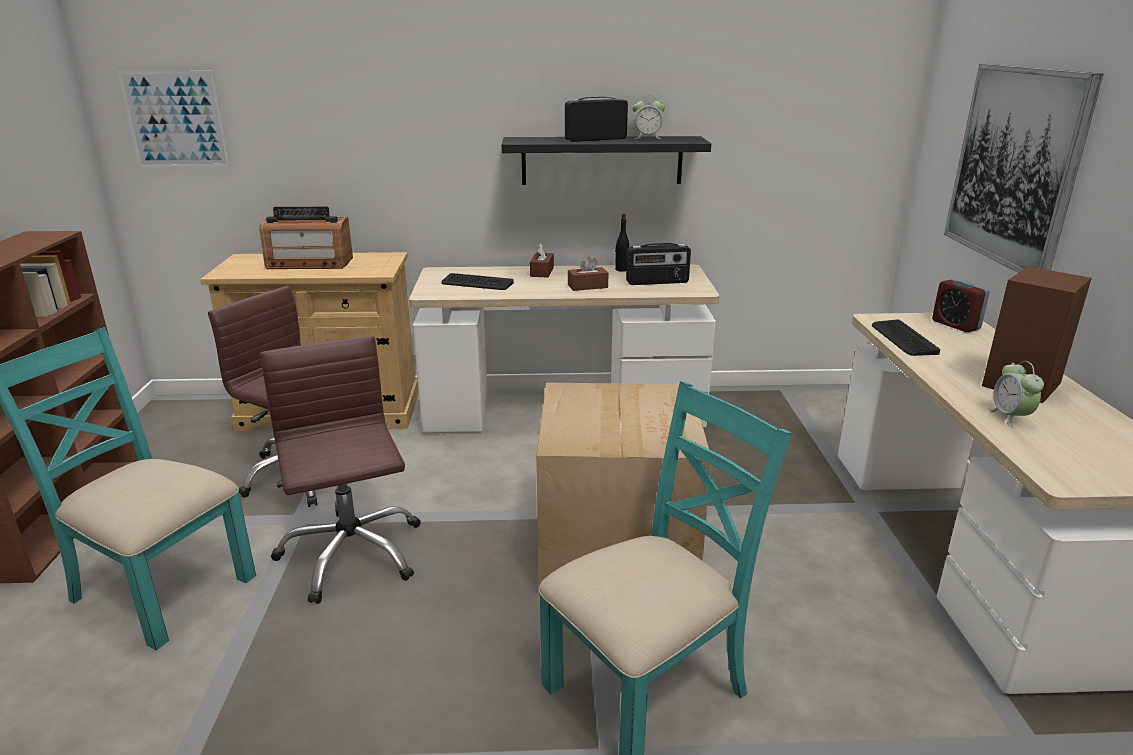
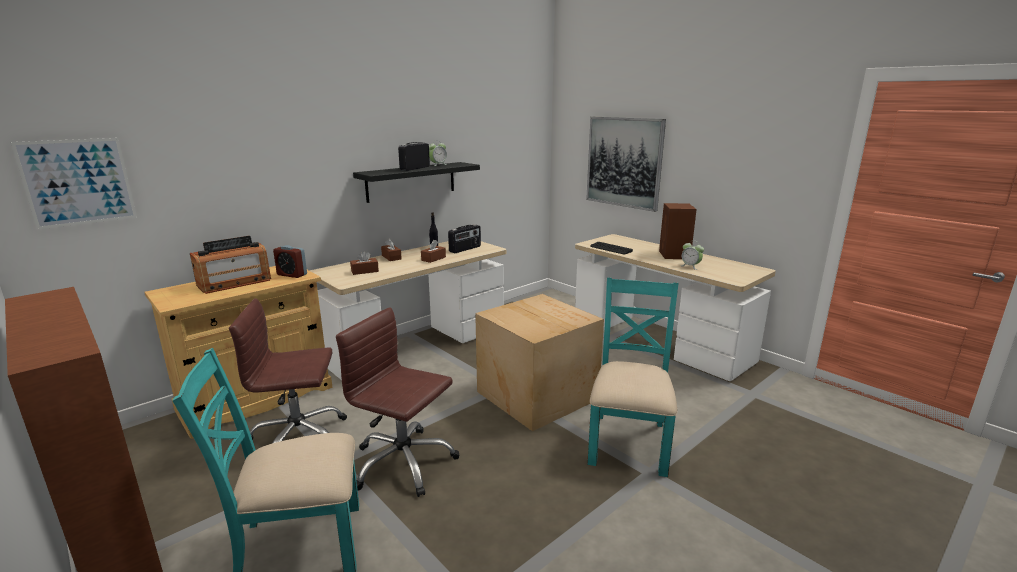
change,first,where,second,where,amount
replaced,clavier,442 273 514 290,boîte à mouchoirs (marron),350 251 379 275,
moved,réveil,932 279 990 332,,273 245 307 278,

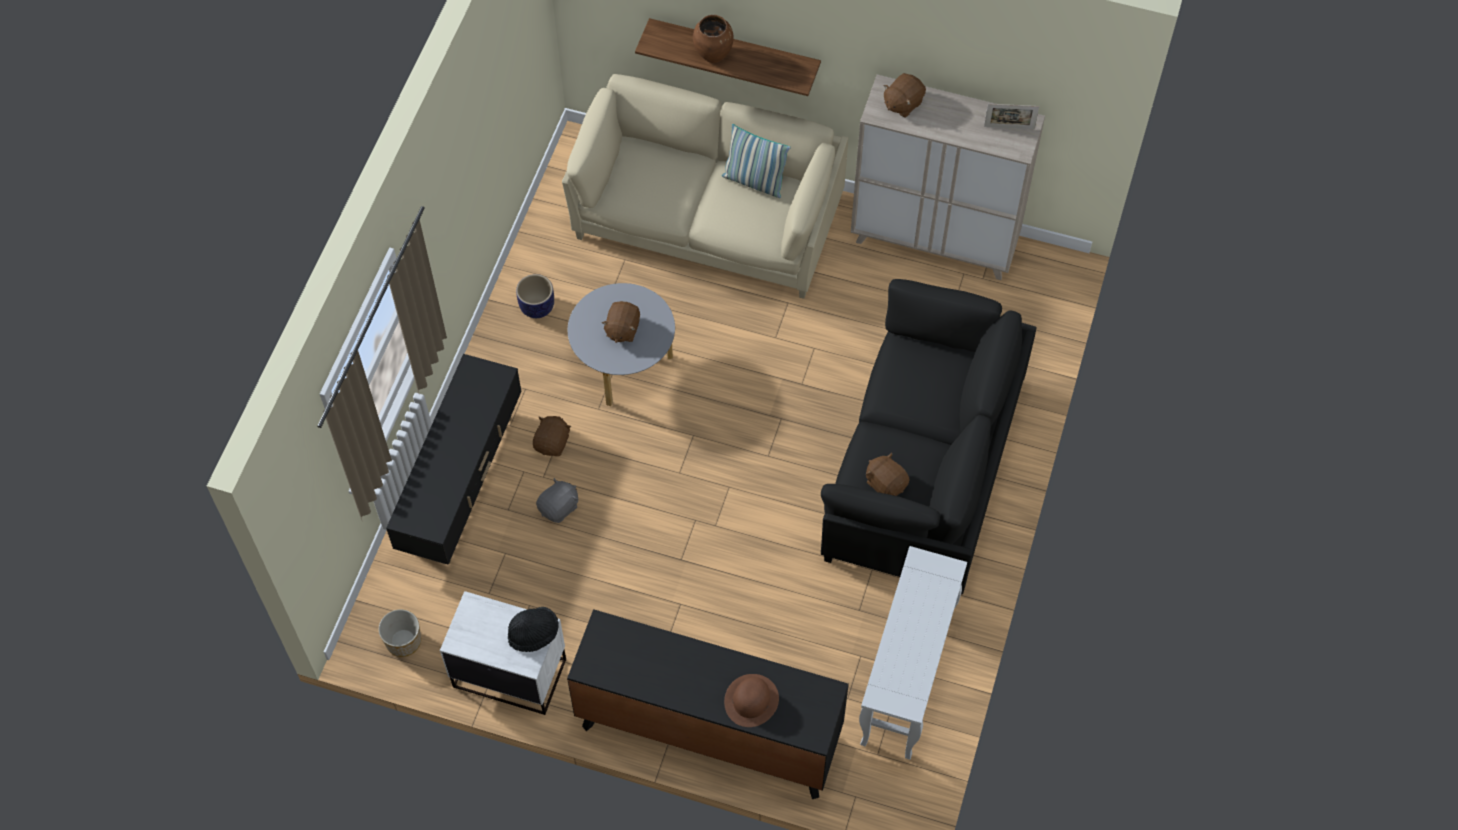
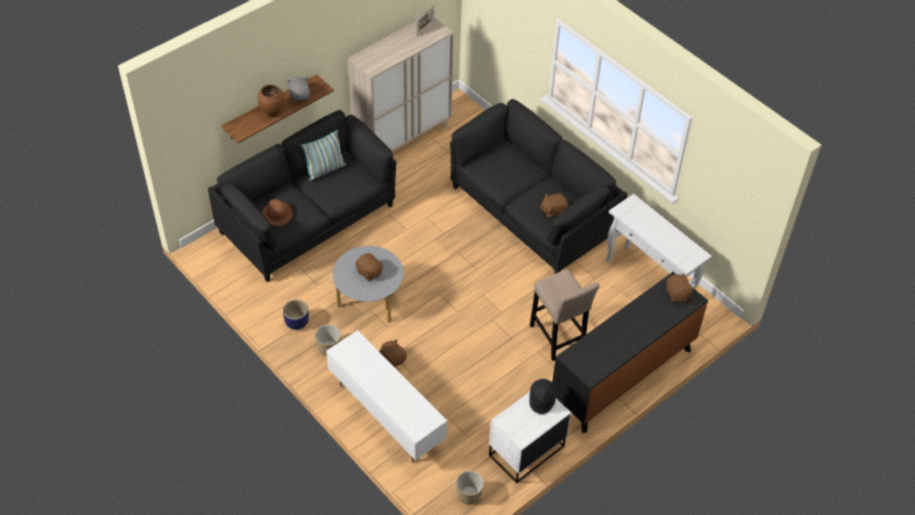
change,first,where,second,where,amount
recoloured,meuble télé (noir),386 354 521 565,meuble télé (blanc),326 330 447 463,
moved,peluche (gris),536 478 578 523,,286 77 310 102,
recoloured,canapé (beige),562 74 848 299,canapé (noir),208 110 396 282,
moved,chapeau (marron),724 674 779 727,,262 199 292 226,
moved,peluche (marron),883 73 926 118,,666 274 695 302,
added,,,cache-pot,315 325 341 356,
added,,,tabouret (beige),530 269 600 361,

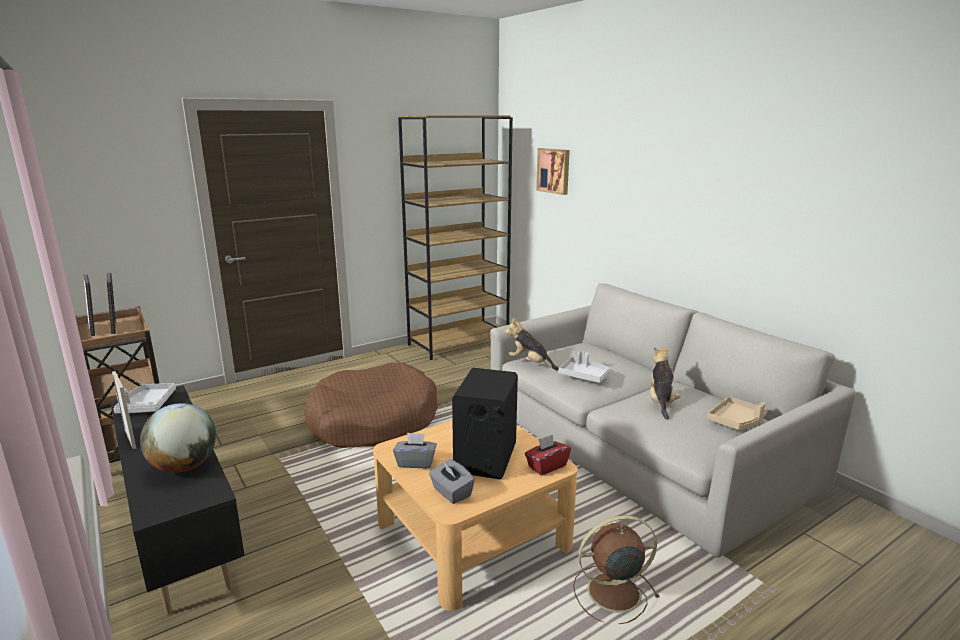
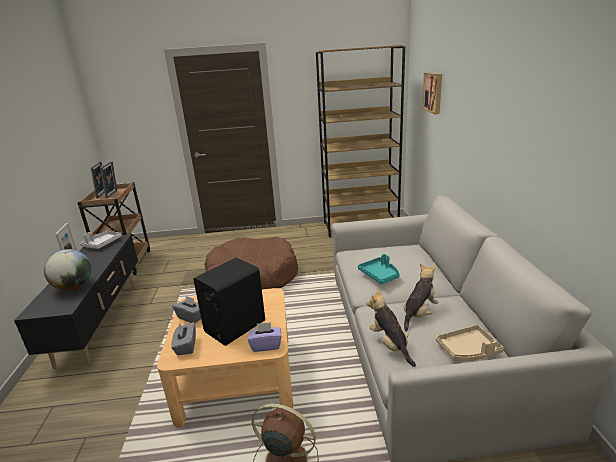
change,first,where,second,where,amount
moved,peluche,505 318 559 371,,366 289 416 367,
recoloured,boîte à mouchoirs (rouge),525 434 571 475,boîte à mouchoirs (violet),248 322 281 352,
recoloured,plateau (gris),558 351 610 383,plateau (turquoise),358 254 400 284,

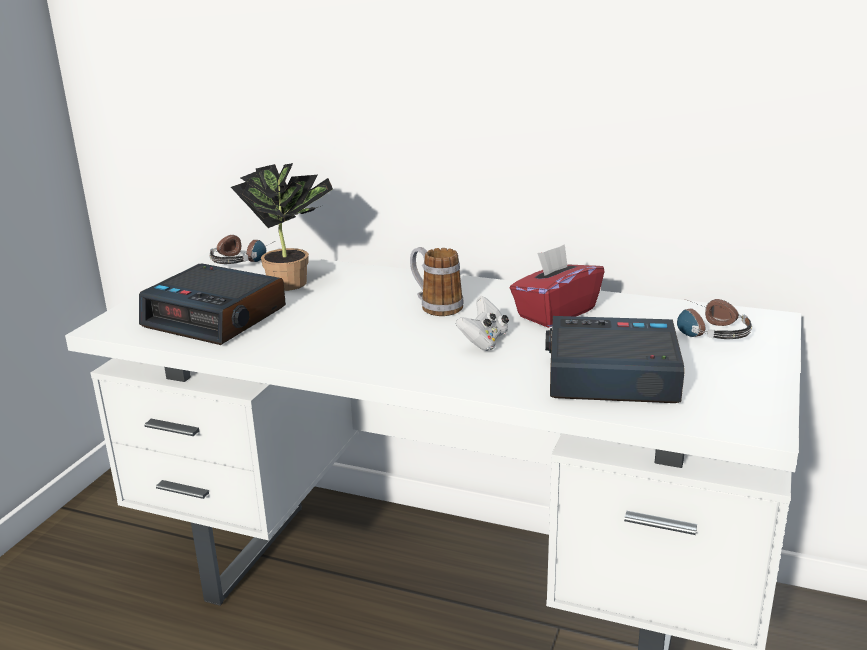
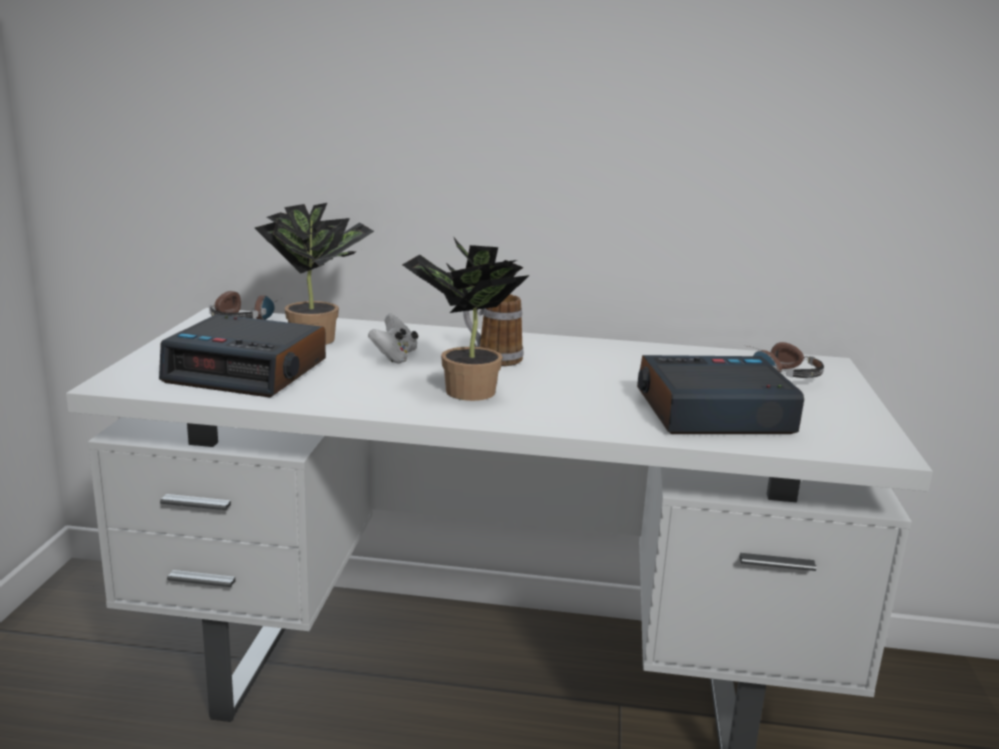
change,first,where,second,where,amount
moved,manette (blanc),456 296 509 351,,368 313 418 364,
removed,boîte à mouchoirs (rouge),510 244 605 328,,,
added,,,plante en pot,402 236 529 401,

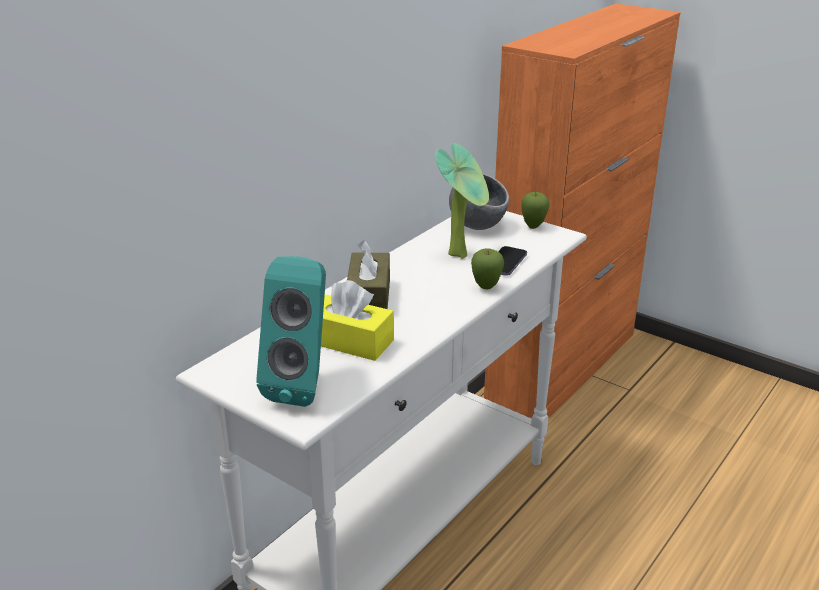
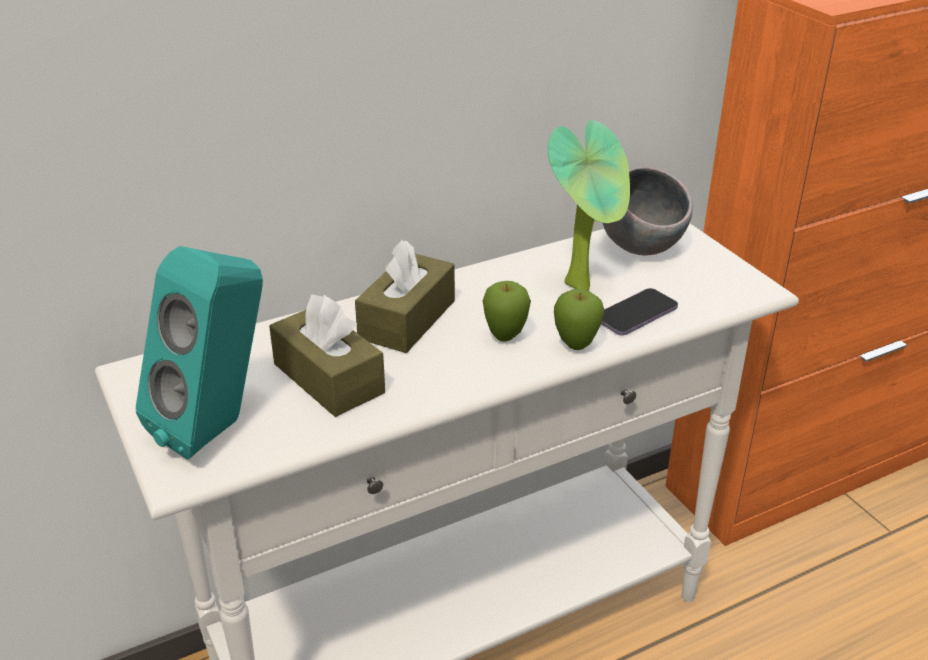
change,first,where,second,where,amount
recoloured,boîte à mouchoirs (jaune),321 280 394 361,boîte à mouchoirs (marron),269 295 385 417,
moved,pomme,521 192 549 229,,483 281 531 341,

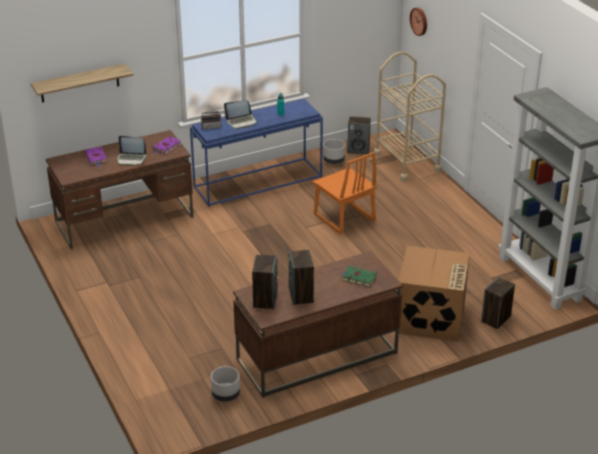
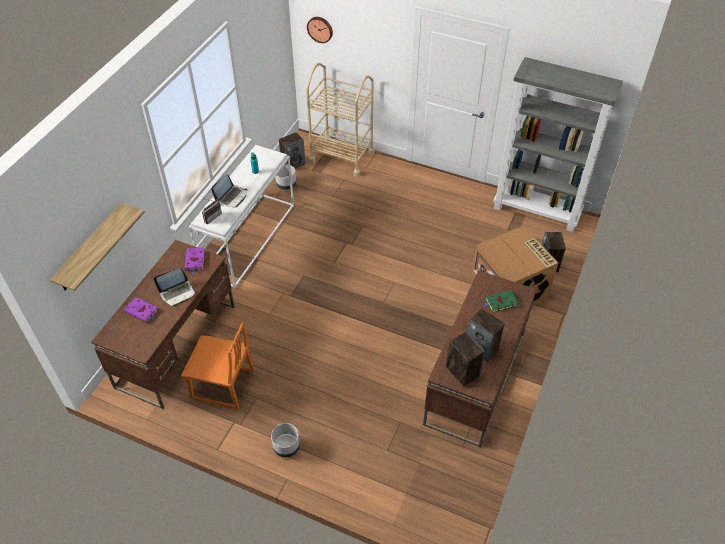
change,first,where,second,where,amount
recoloured,table console (bleu),190 99 323 207,table console (blanc),189 145 294 288,
moved,cache-pot (gris),211 366 240 402,,271 423 300 458,
moved,chaise (orange),313 152 377 235,,181 322 255 410,

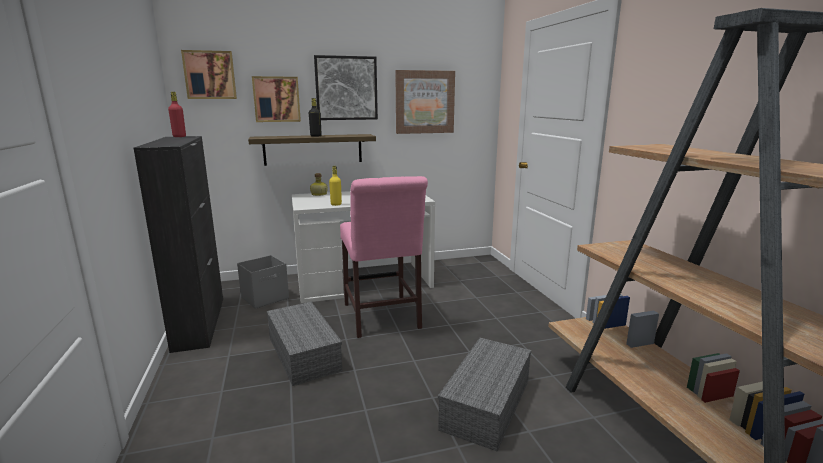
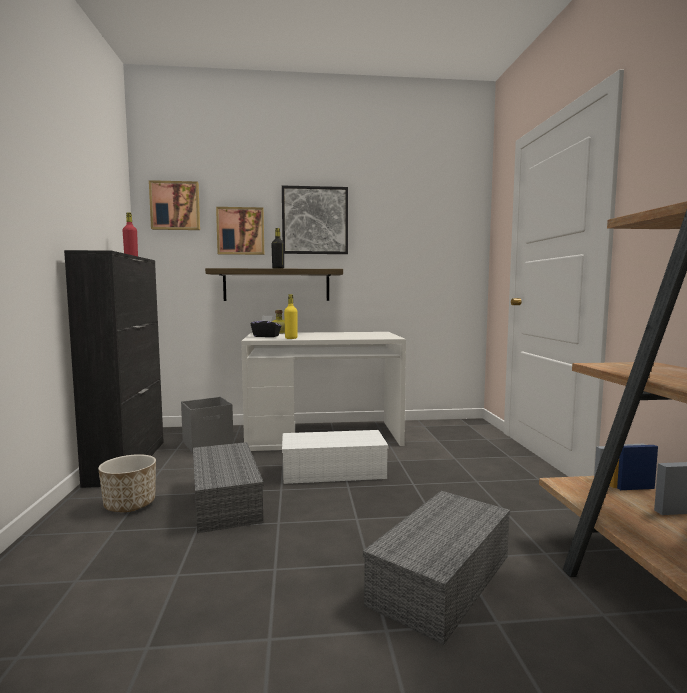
change,first,where,second,where,amount
replaced,chaise (rose),340 176 428 338,boîte de rangement (blanc),282 430 388 484,
removed,tableau,395 70 455 134,,,
added,,,cache-pot,98 454 156 512,
added,,,boîte à mouchoirs (noir),251 315 281 337,

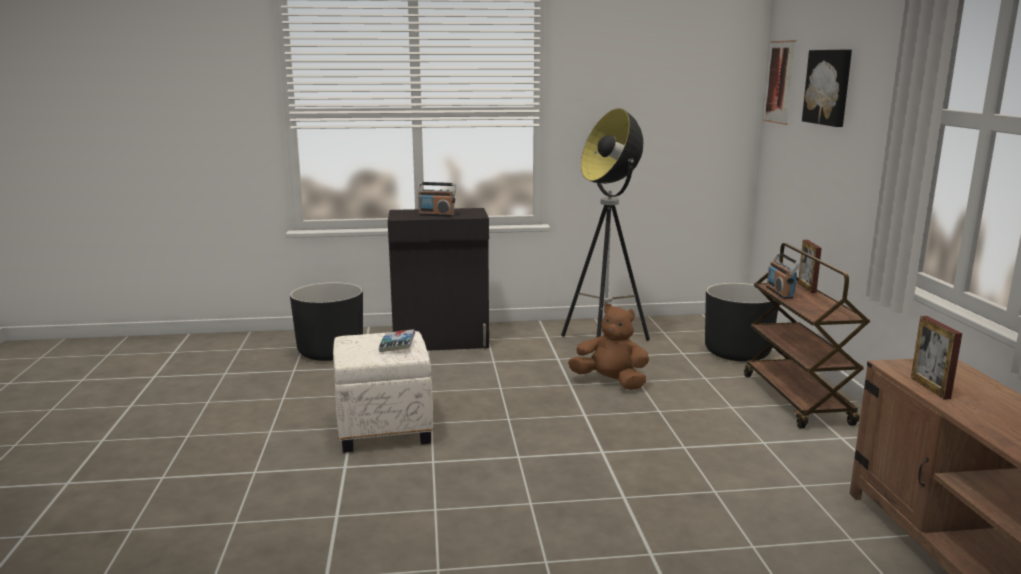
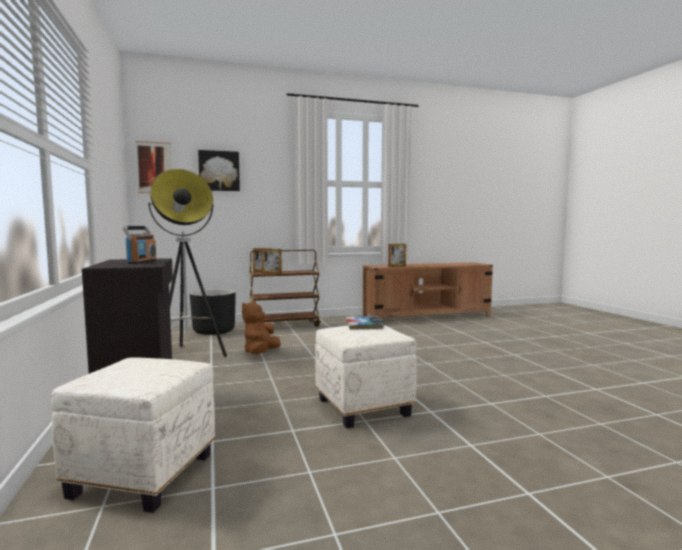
change,first,where,second,where,amount
replaced,cache-pot (noir),290 282 363 361,pouf (blanc),51 357 215 513,
replaced,radio,766 252 800 299,cadre photo,262 249 282 274,

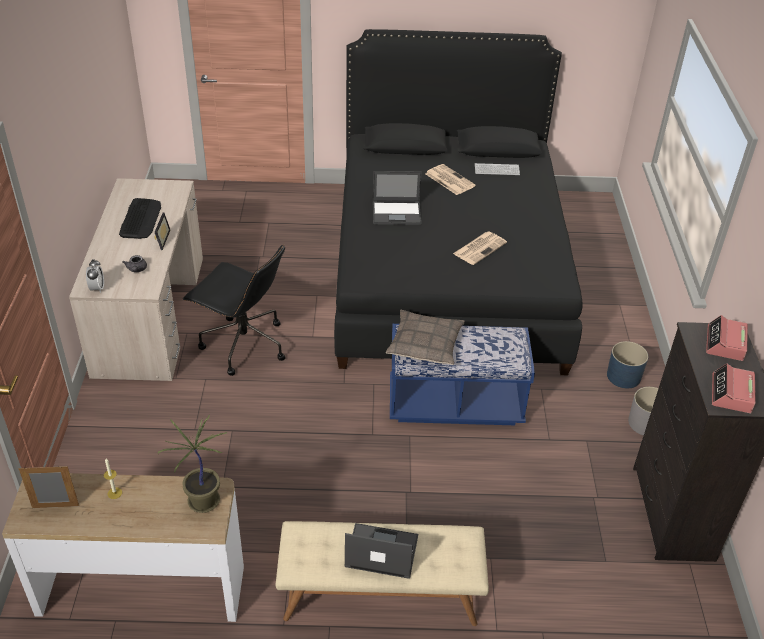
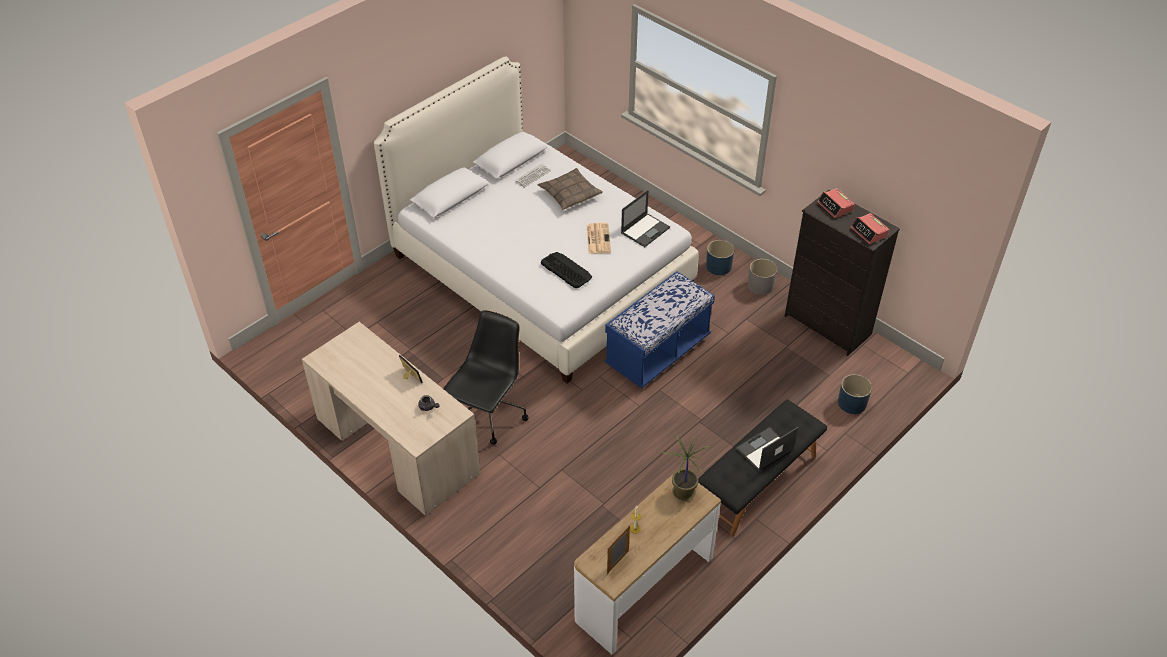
change,first,where,second,where,amount
removed,réveil,86 259 104 293,,,
moved,clavier,119 198 161 239,,541 252 592 288,
turned,chaise de bureau (noir),183 245 285 376,,443 310 529 445,45 degrees counterclockwise
recoloured,banc (beige),276 521 489 626,banc (noir),698 400 827 536,
recoloured,lit (noir),334 29 583 375,lit (blanc),374 56 699 384,
moved,ordinateur portable,373 171 421 225,,621 190 670 247,
moved,coussin,386 310 465 365,,538 168 603 210,
removed,journal,426 164 476 195,,,
added,,,cache-pot (bleu),838 374 872 414,

